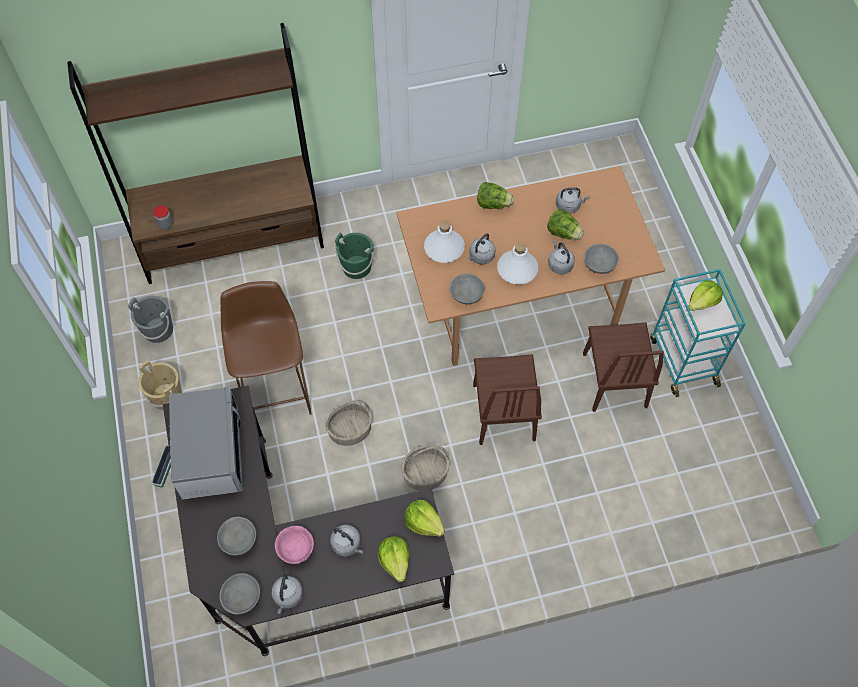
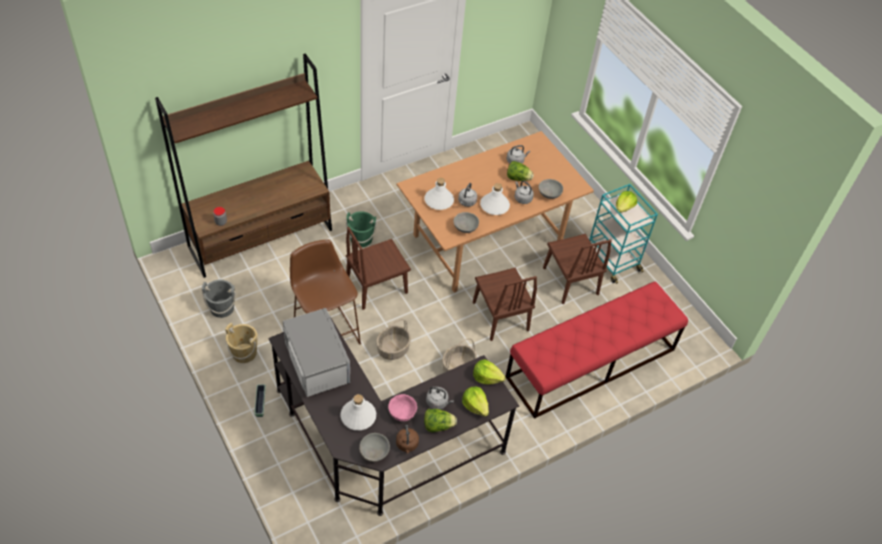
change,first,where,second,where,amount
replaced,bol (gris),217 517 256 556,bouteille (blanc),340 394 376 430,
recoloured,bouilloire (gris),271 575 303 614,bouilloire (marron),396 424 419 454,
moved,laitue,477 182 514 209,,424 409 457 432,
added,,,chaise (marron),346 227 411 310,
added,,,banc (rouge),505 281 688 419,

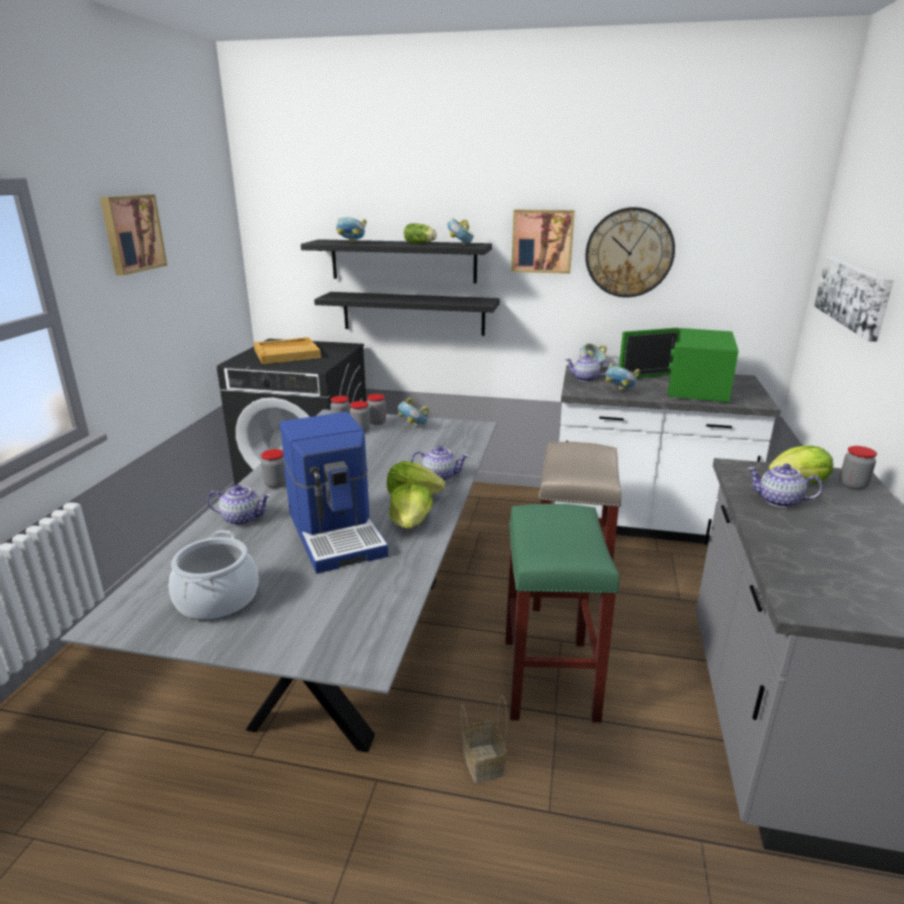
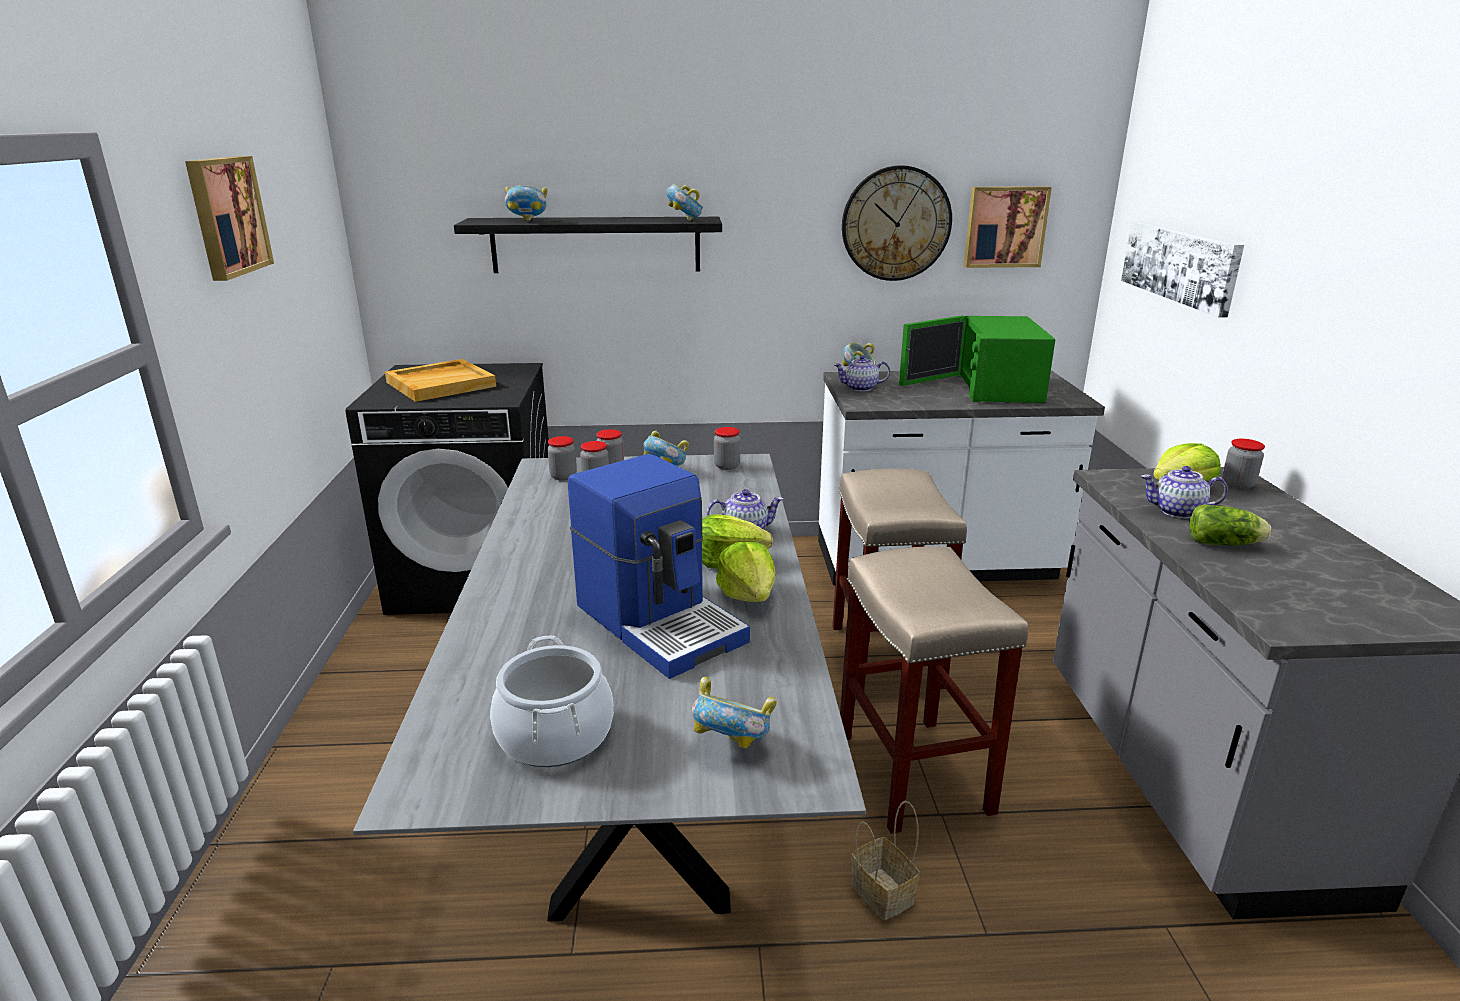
change,first,where,second,where,amount
removed,théière,207 485 271 526,,,
moved,bocal,261 449 286 488,,714 427 740 470,
removed,étagère (noir),314 292 500 336,,,
moved,laitue,404 223 437 244,,1189 505 1271 546,
recoloured,tabouret (vert),505 504 619 723,tabouret (beige),840 546 1028 834,
moved,tableau,511 210 575 274,,964 186 1052 268,
moved,bol,605 363 640 390,,692 677 777 748,

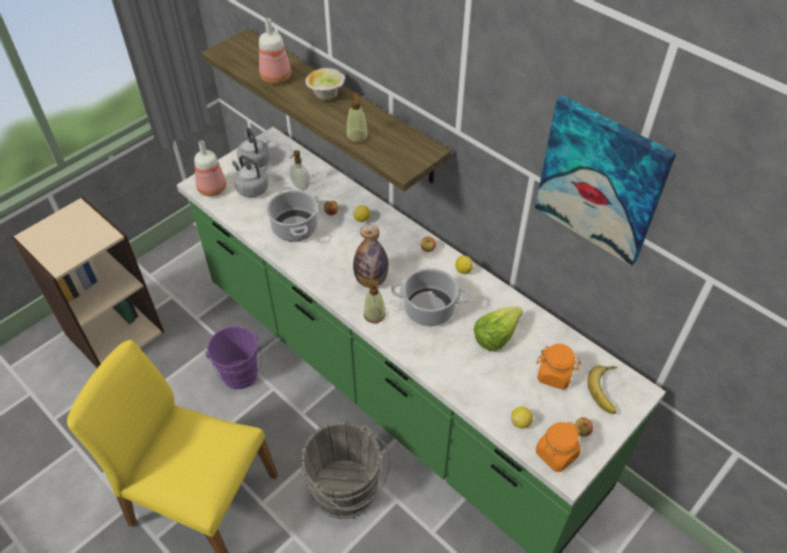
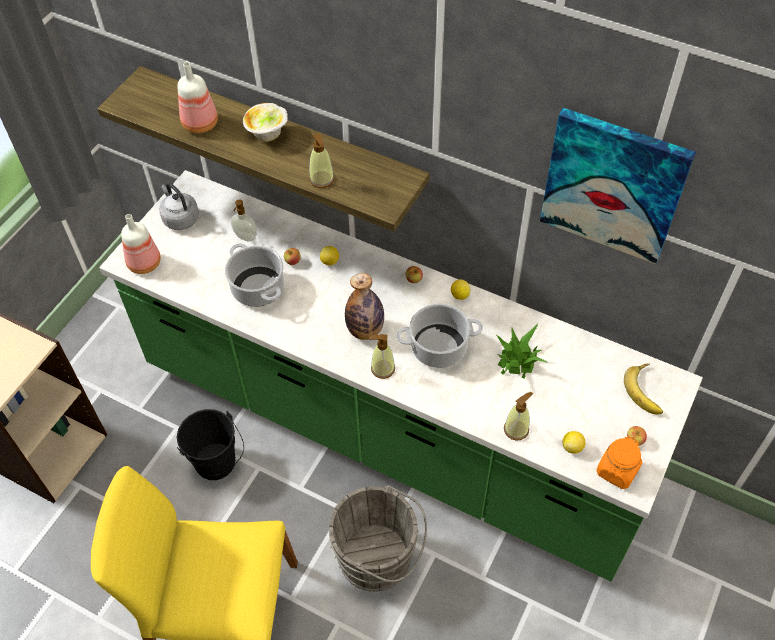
change,first,where,second,where,amount
recoloured,seau (violet),205 326 262 390,seau (noir),177 409 244 480,
removed,bouilloire (gris),232 155 268 197,,,
replaced,laitue,474 306 523 351,plante en pot,496 324 547 379,
removed,bocal (orange),536 344 581 390,,,
added,,,distributeur de savon,504 392 533 441,

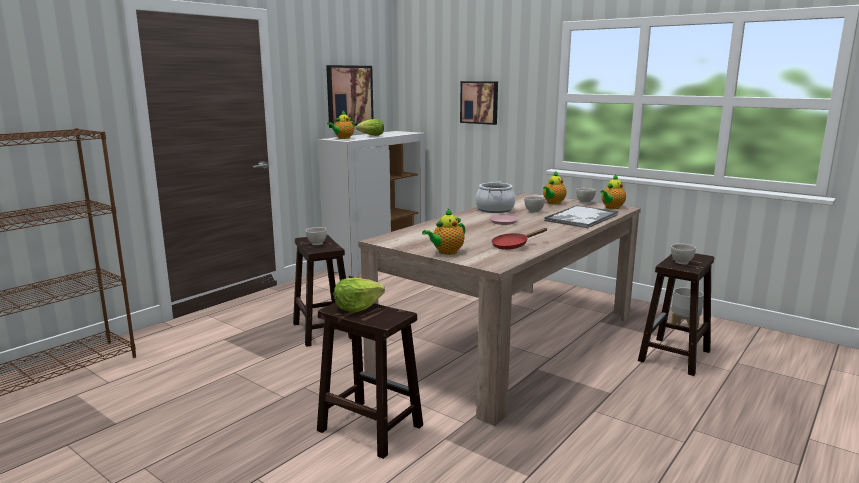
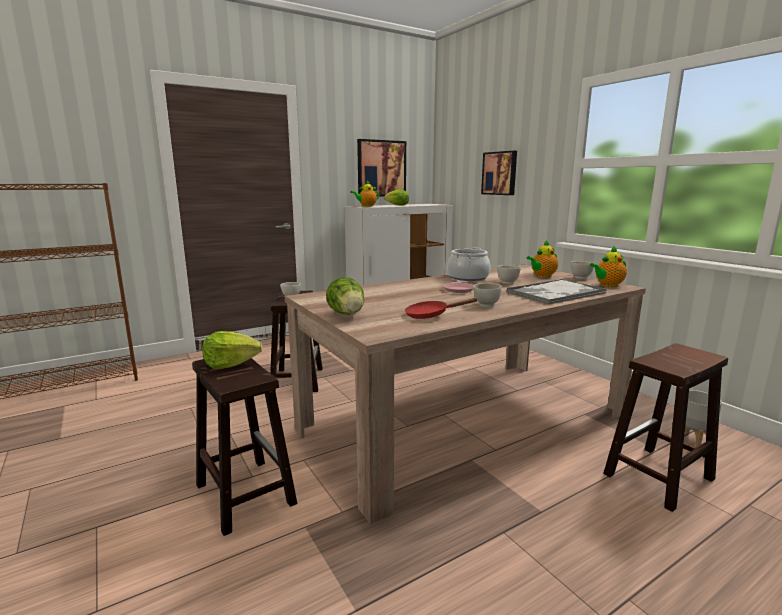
change,first,where,second,where,amount
replaced,théière,422 209 465 255,laitue,326 277 364 315,
moved,bol (blanc),671 244 696 264,,473 283 502 307,

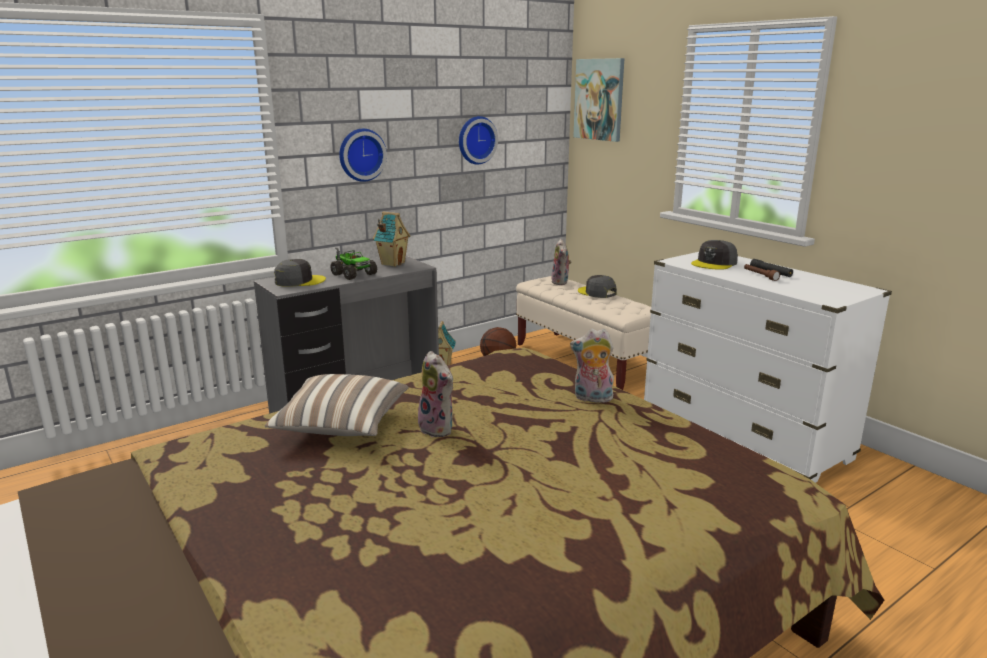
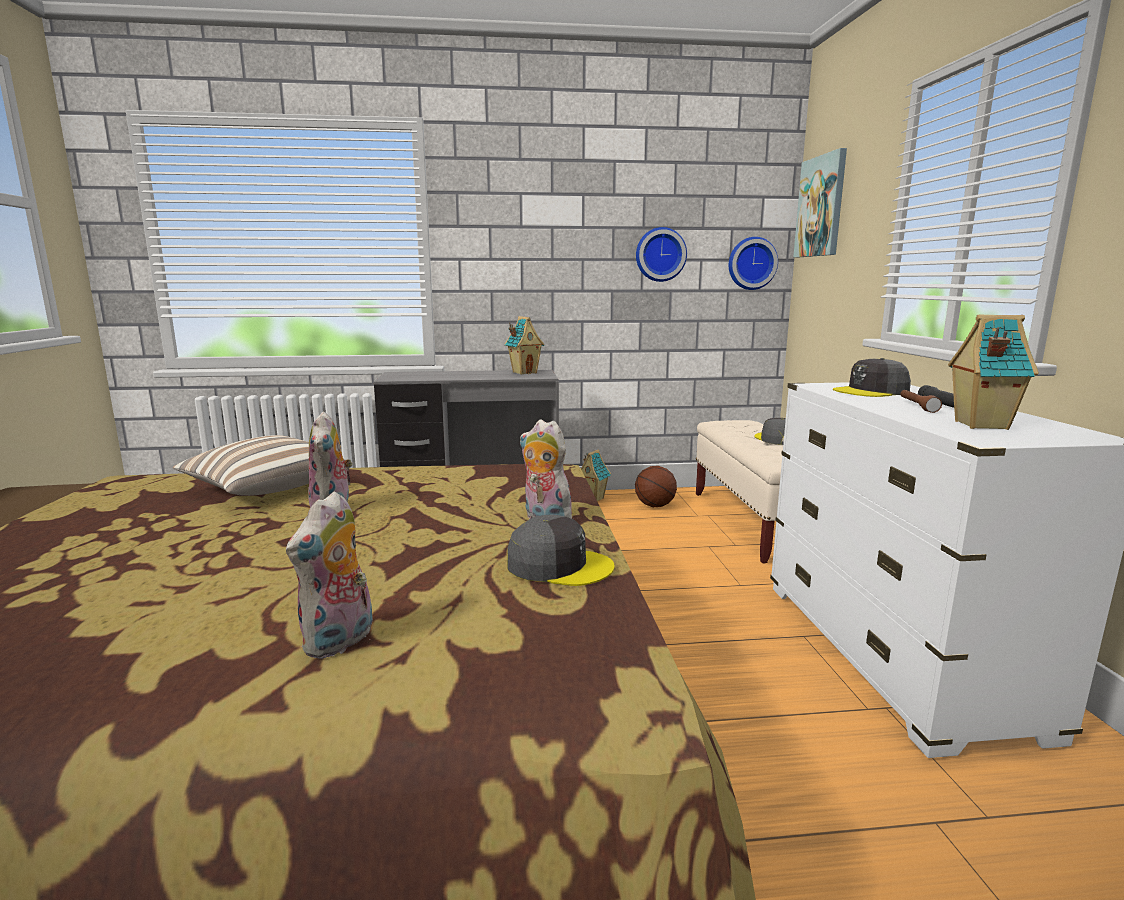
change,first,where,second,where,amount
moved,casquette (gris),274 259 326 287,,507 515 614 586,
removed,camion jouet,330 247 377 280,,,
moved,horloge murale,339 129 387 182,,729 237 778 290,
moved,peluche,551 239 572 285,,286 491 373 659,
added,,,maison miniature,948 315 1039 430,

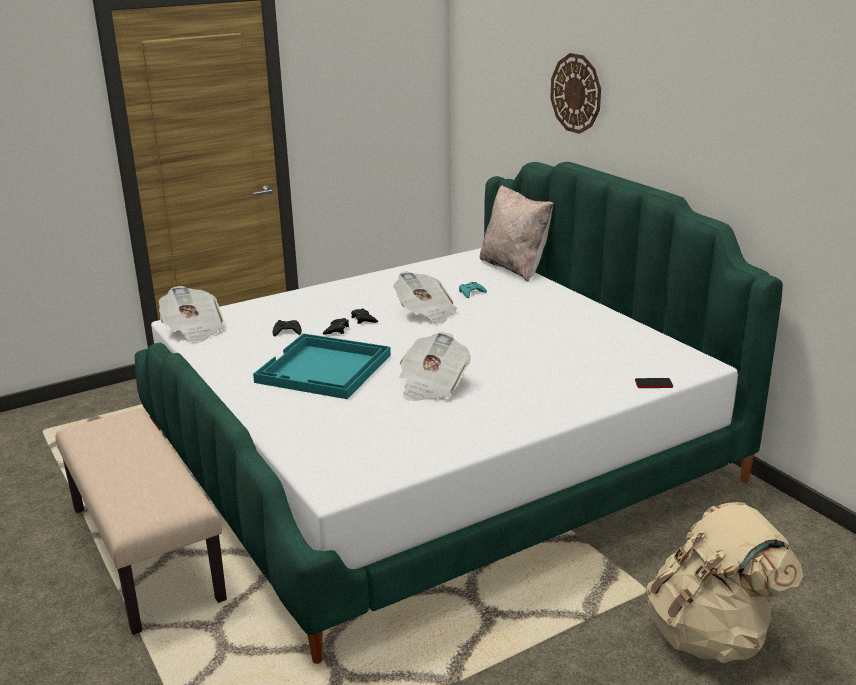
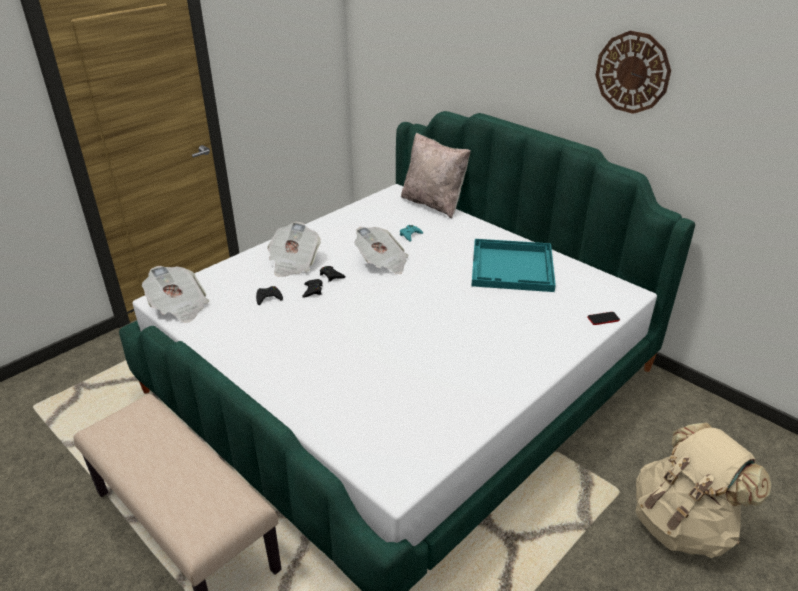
change,first,where,second,where,amount
moved,plateau (turquoise),253 333 391 399,,471 239 556 292,
moved,journal,399 332 471 401,,268 222 321 277,
moved,horloge murale,550 53 601 134,,595 31 671 114,

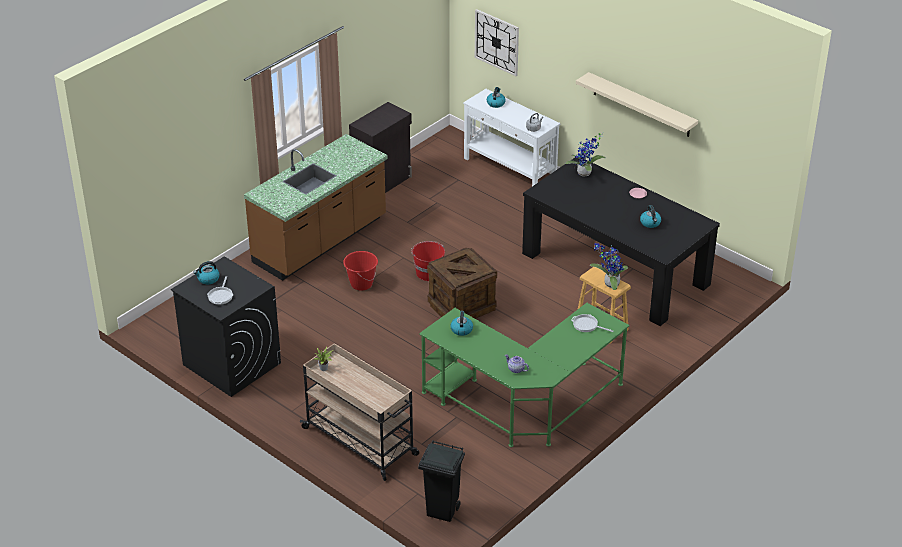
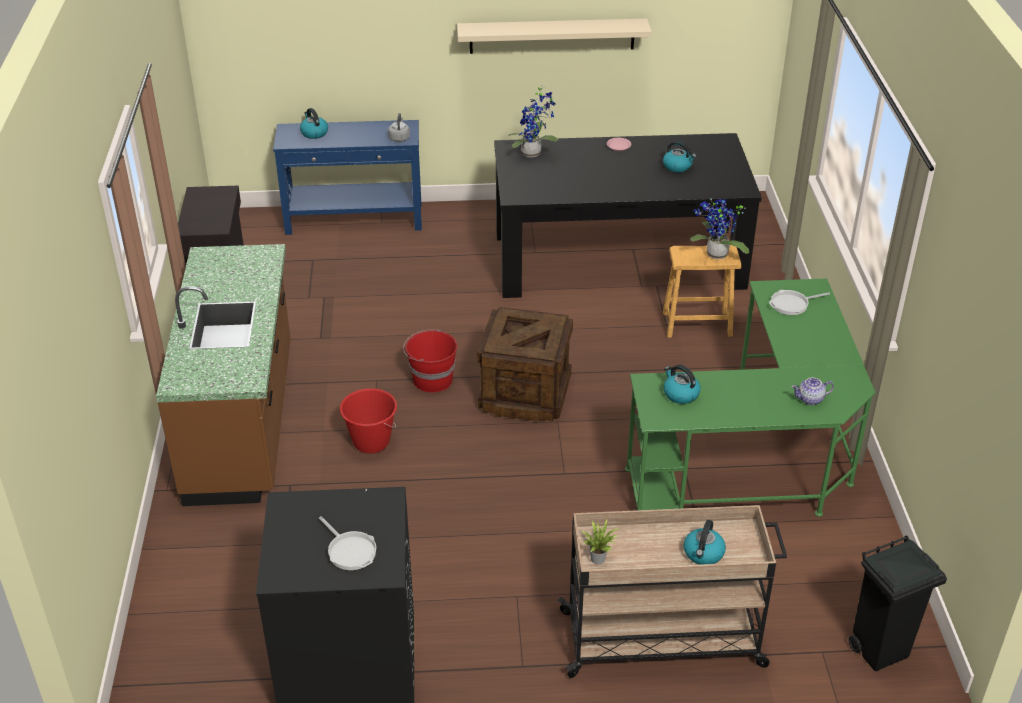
change,first,where,second,where,amount
moved,bouilloire,193 261 220 284,,684 520 726 565,
recoloured,table console (blanc),463 89 560 186,table console (bleu),273 120 422 235,
removed,horloge murale,475 9 519 76,,,

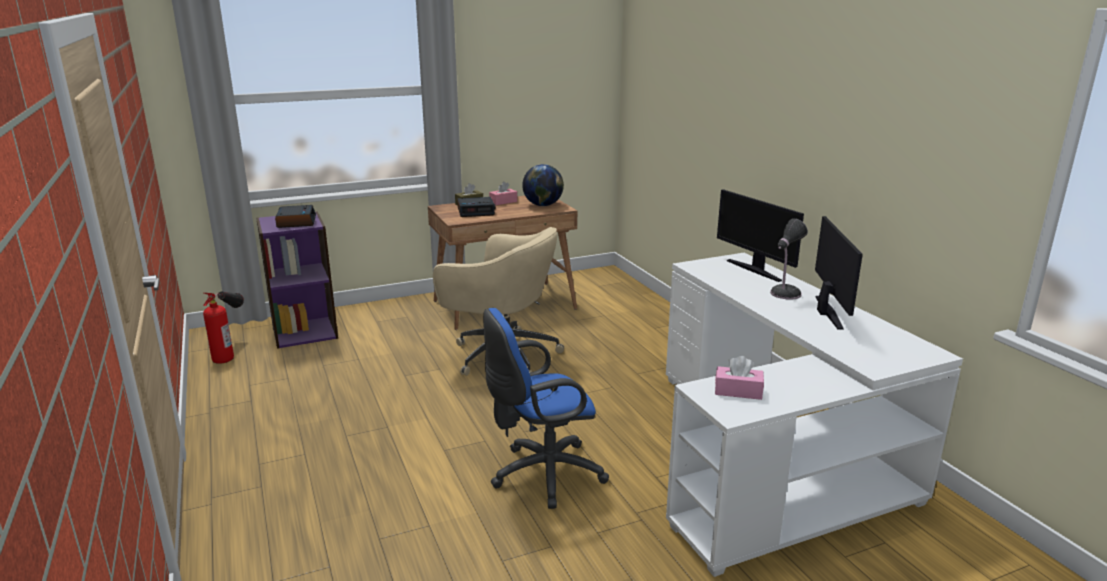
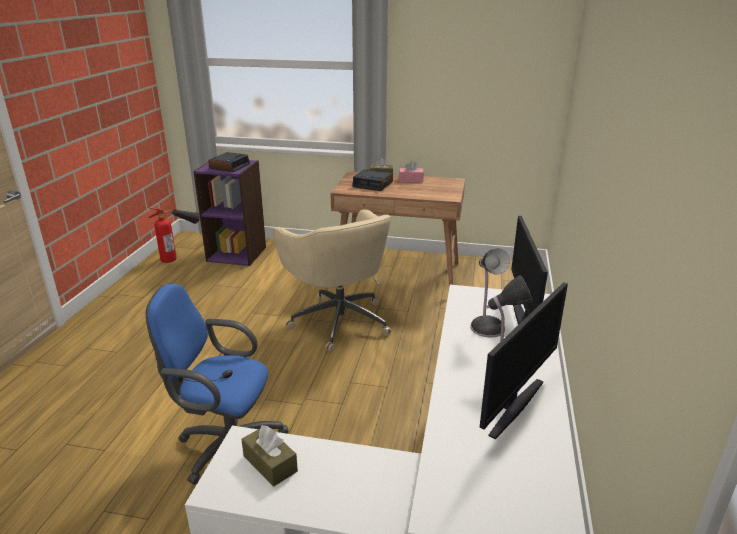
change,first,where,second,where,amount
removed,globe,522 164 564 206,,,
recoloured,boîte à mouchoirs (rose),715 356 764 400,boîte à mouchoirs (marron),241 425 298 487,
added,,,lampe de table,470 248 509 338,

